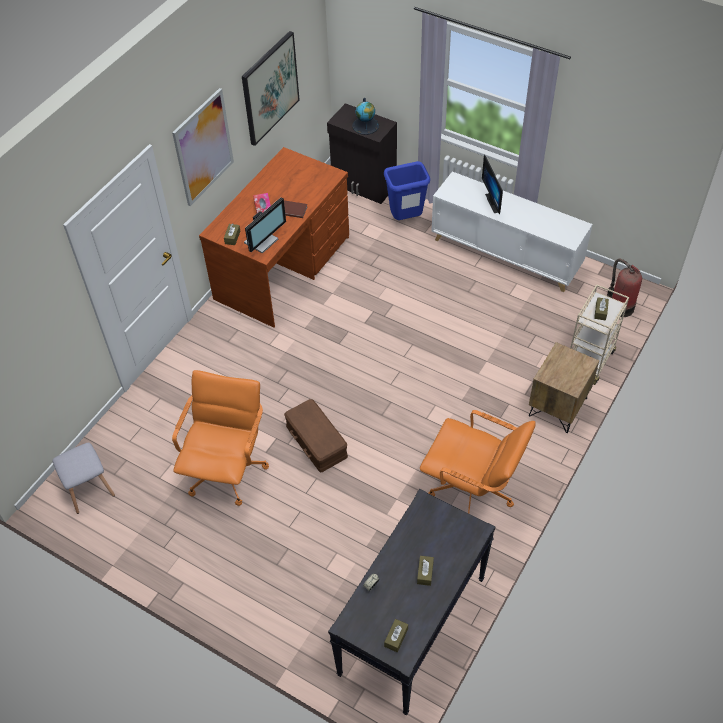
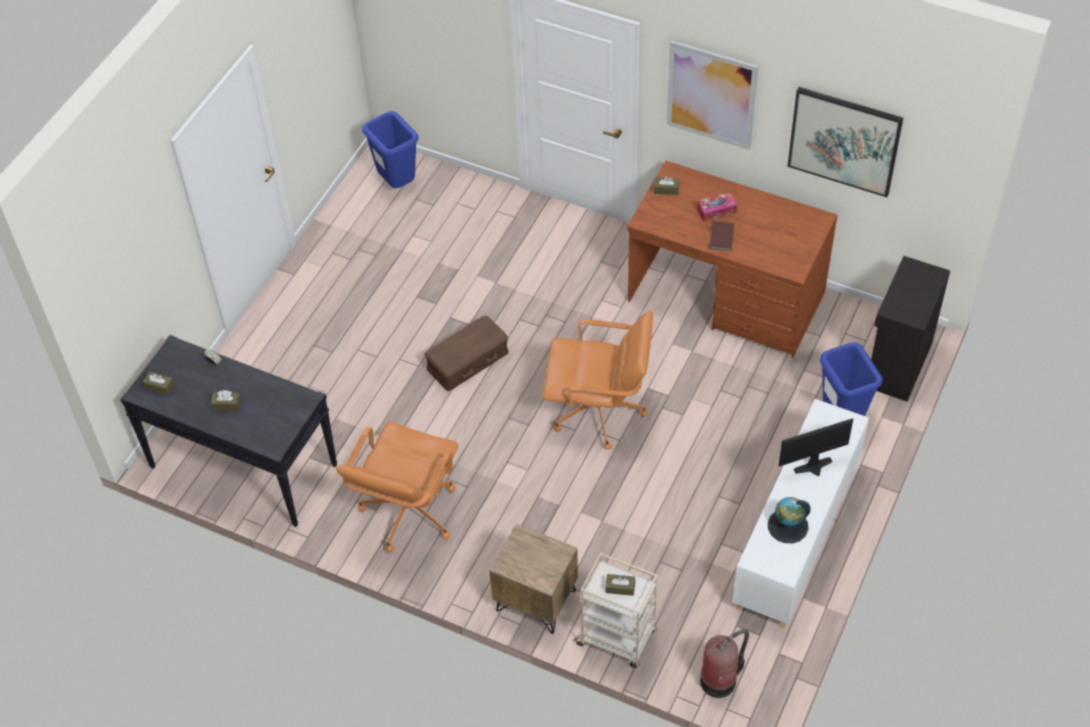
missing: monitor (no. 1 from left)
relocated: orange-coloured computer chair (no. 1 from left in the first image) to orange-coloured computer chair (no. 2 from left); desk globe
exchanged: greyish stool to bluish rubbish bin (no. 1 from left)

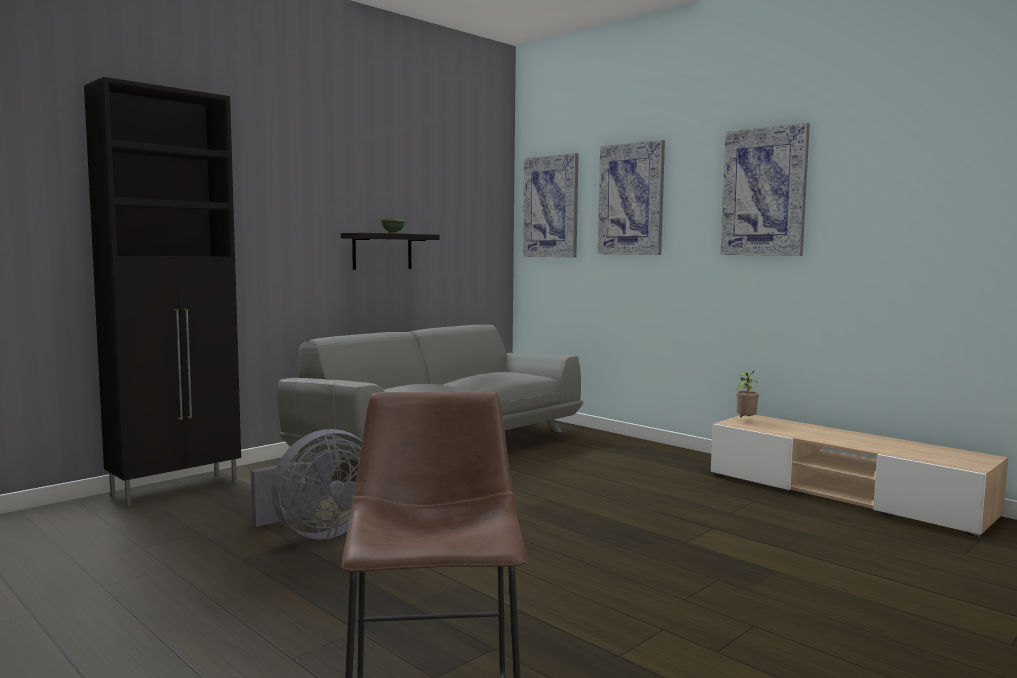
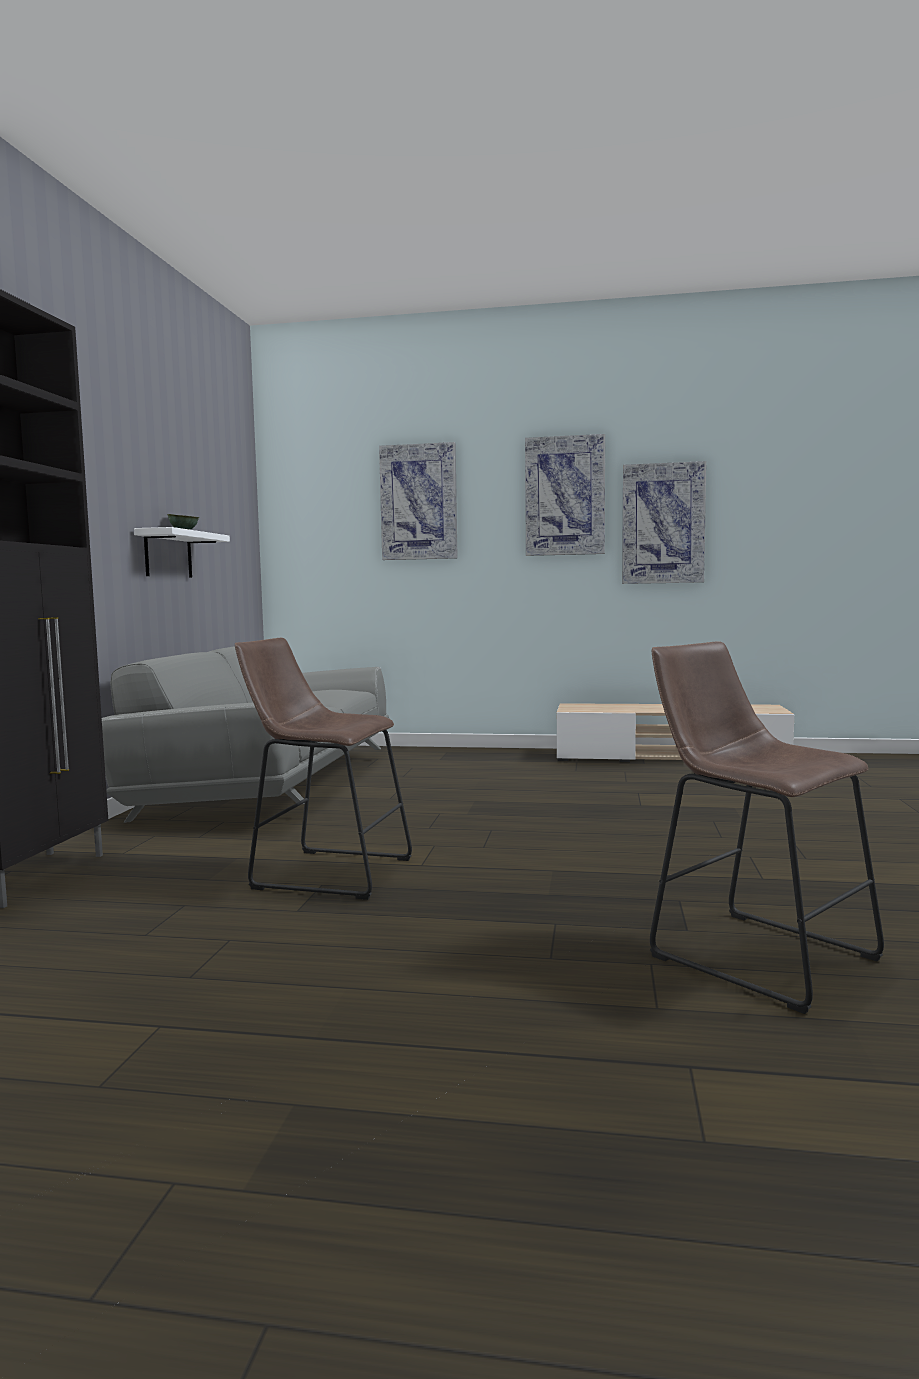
missing: potted plant
relocated: wall picture (no. 1 from left in the first image) to wall picture (no. 3 from left)
exchanged: greyish cooling fan to brown stool (no. 1 from left)
colour: black-coloured wall shelf to white-coloured wall shelf

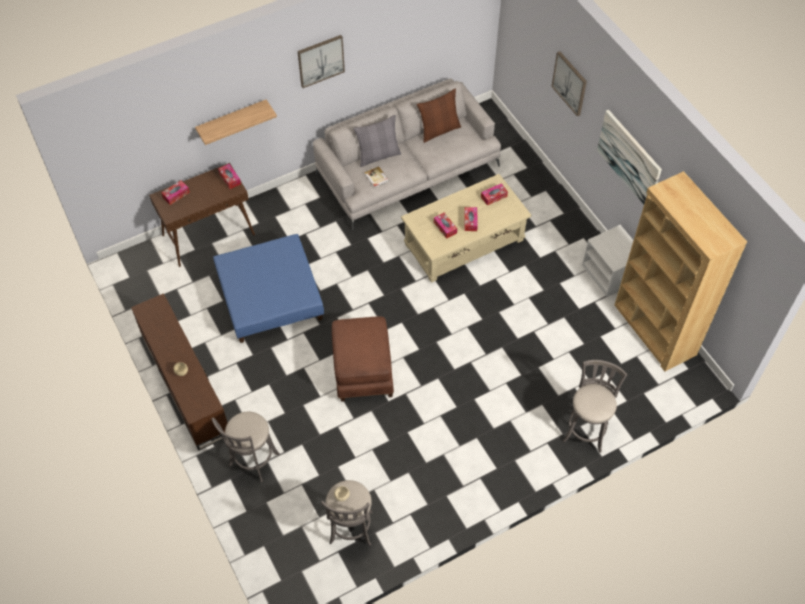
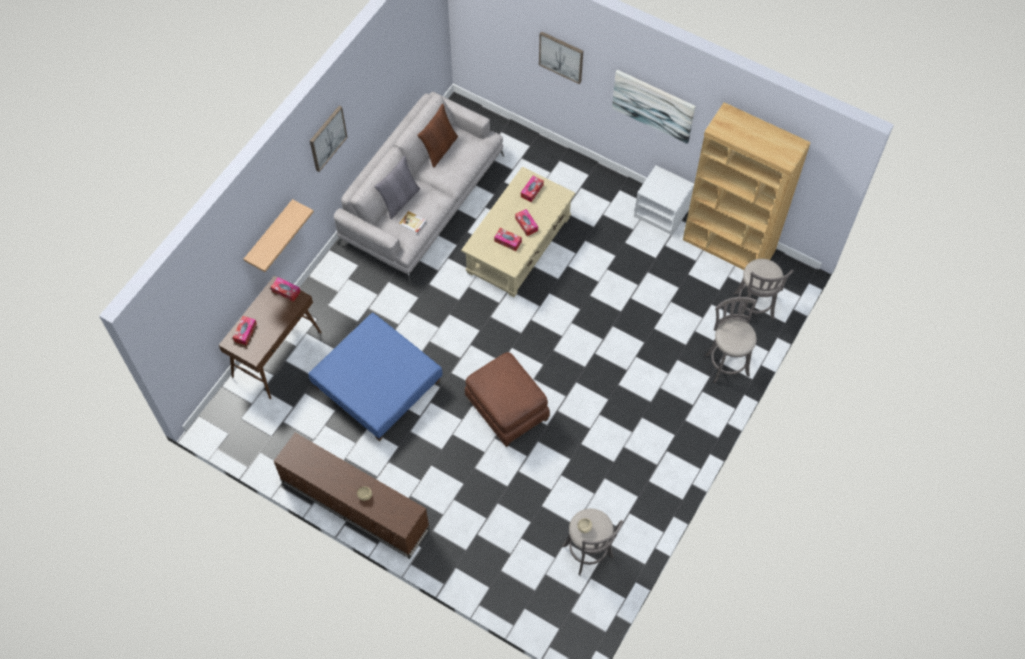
relocated: greyish stool (no. 1 from left in the first image) to greyish stool (no. 3 from left)

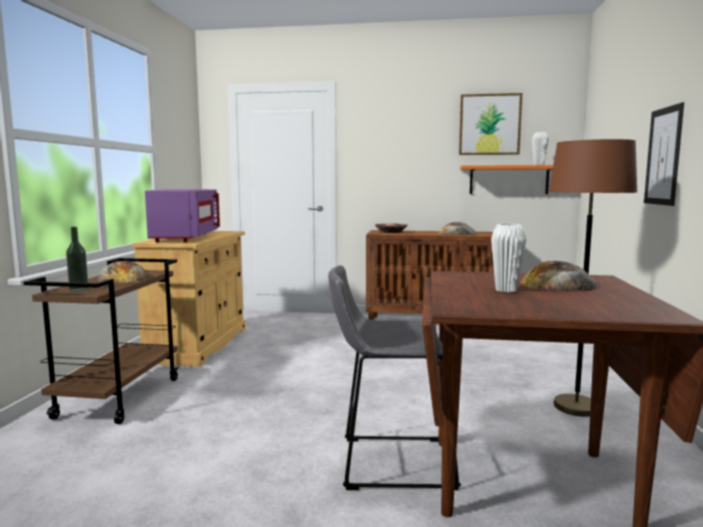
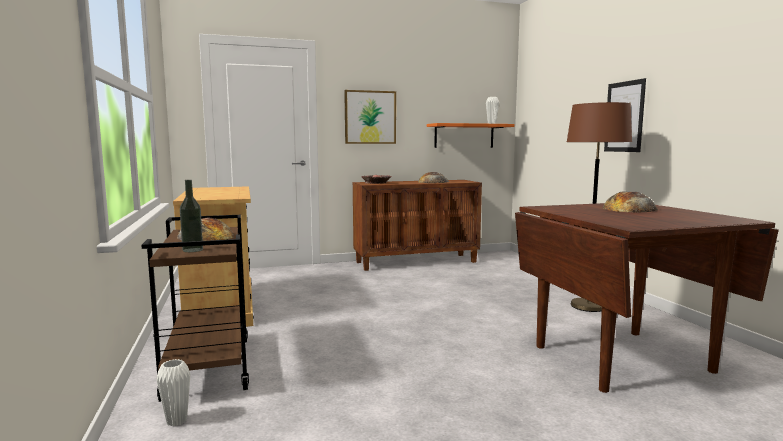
missing: purplish kitchen microwave; greyish stool
relocated: wall picture (no. 1 from left); white-coloured vase (no. 1 from left)

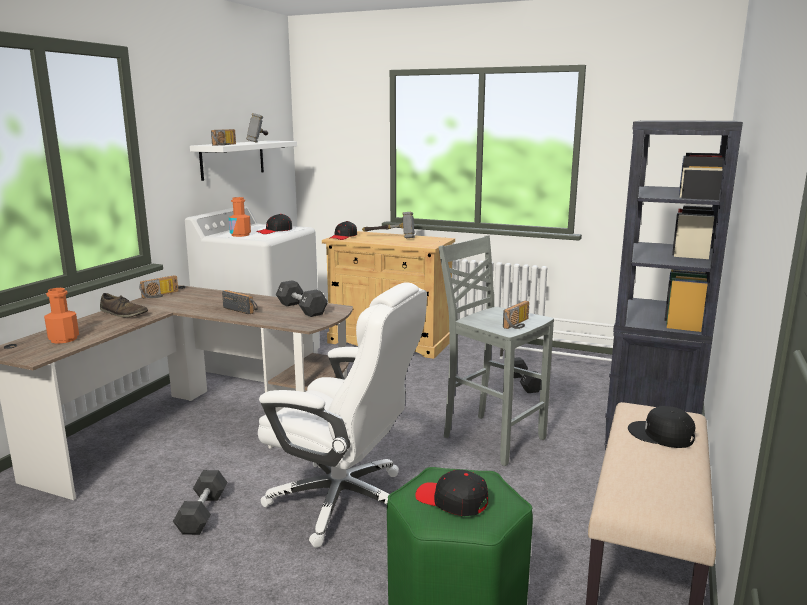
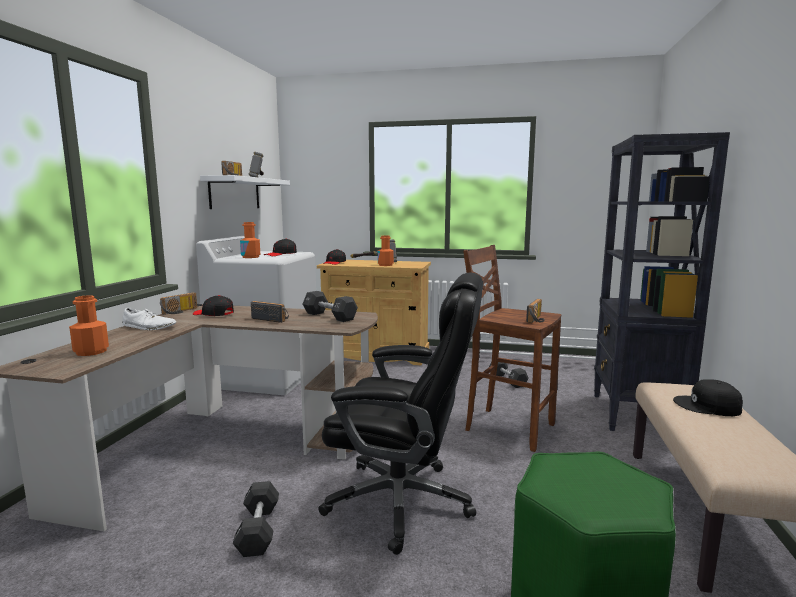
appeared: orange-coloured drink bottle (no. 3 from left)
relocated: black-coloured cap (no. 3 from left in the first image) to black-coloured cap (no. 1 from left)
colour: brown shoe to white-coloured shoe; white-coloured computer chair to black-coloured computer chair; greyish stool to brown stool

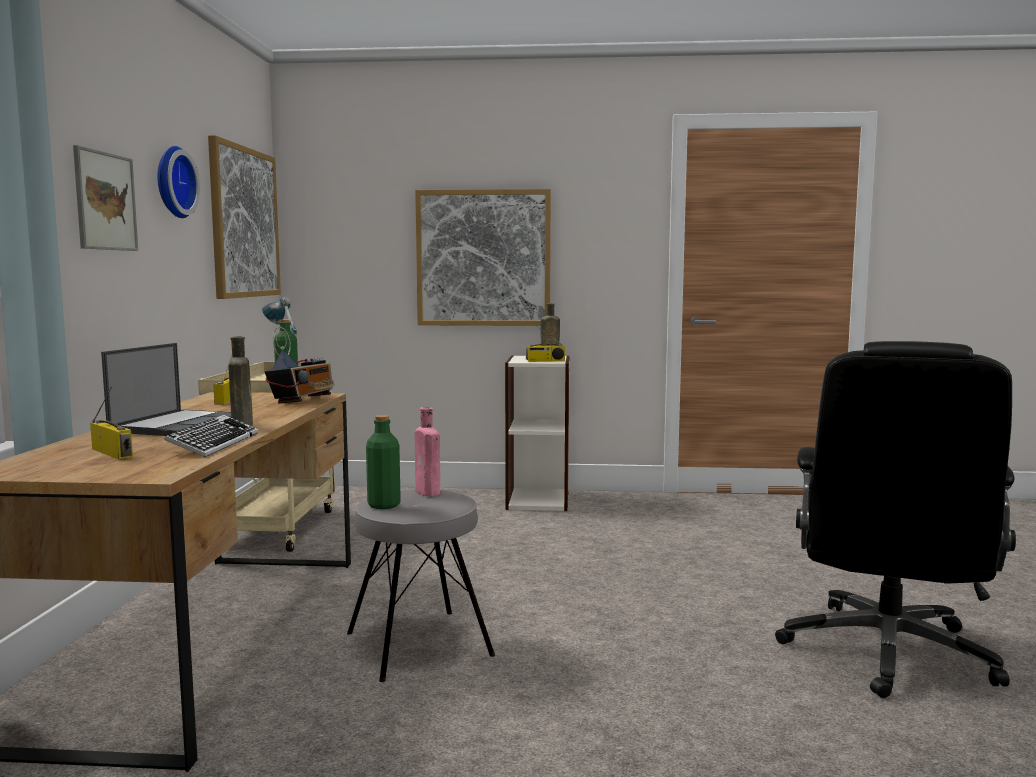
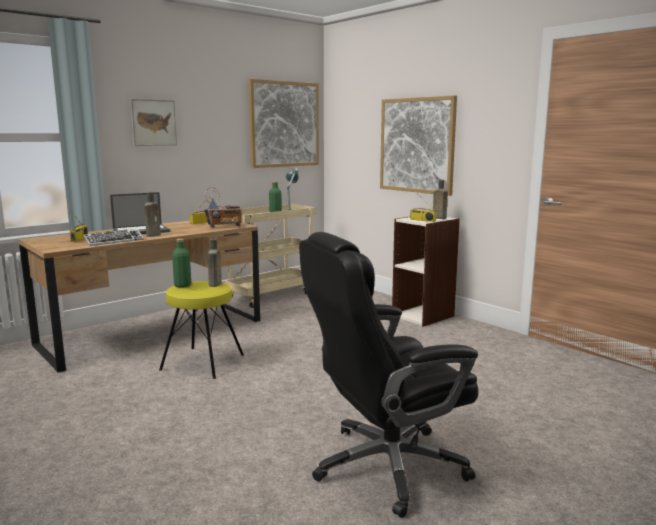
missing: hanging clock
colour: greyish stool to yellow-coloured stool; pink-coloured drink bottle to brown drink bottle (no. 2 from left)

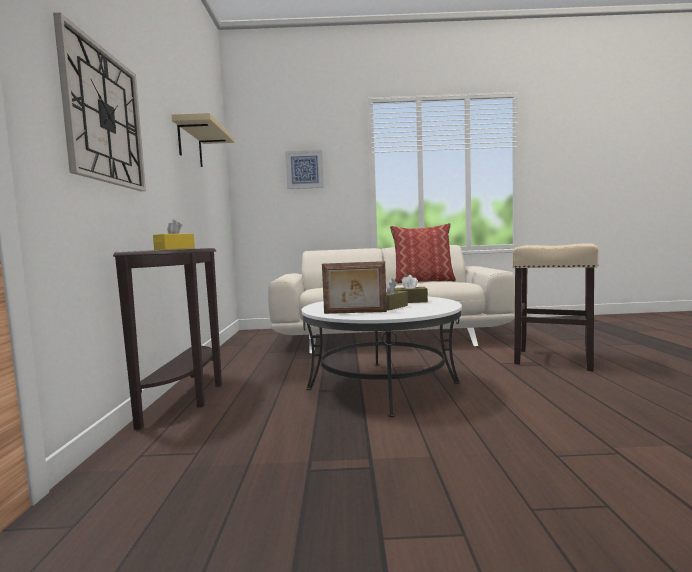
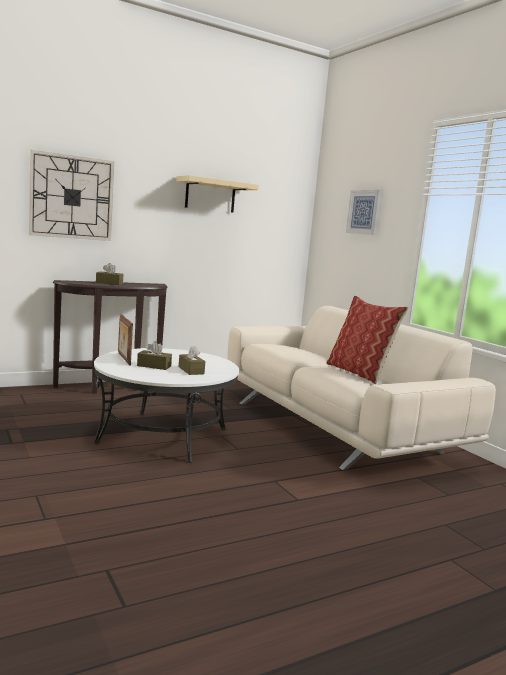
missing: sand-coloured stool
colour: yellow-coloured tissue holder to brown tissue holder (no. 1 from left)

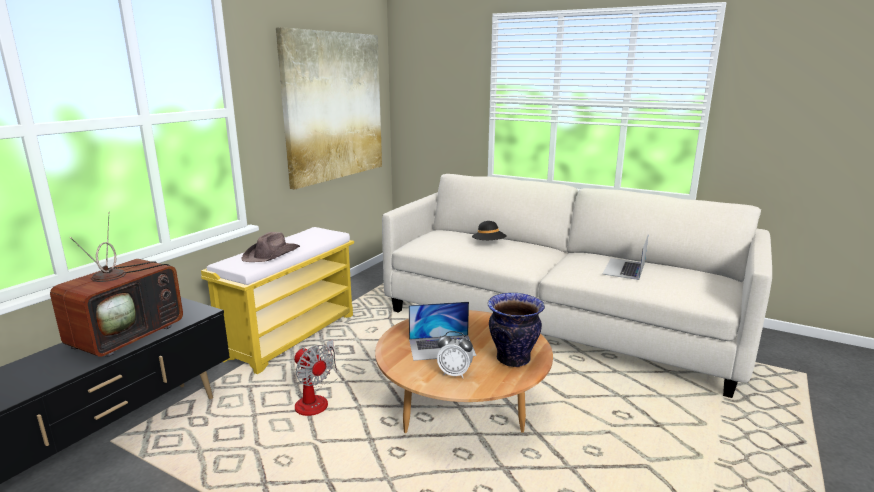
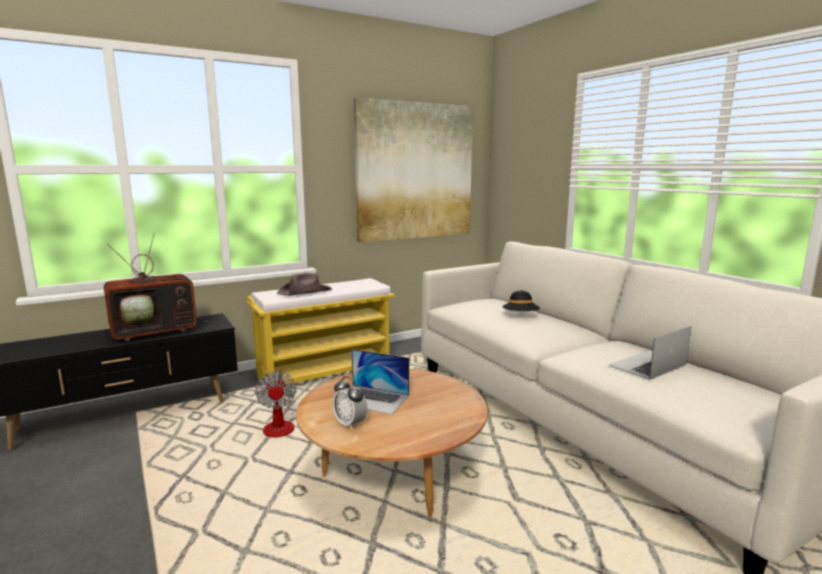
missing: vase

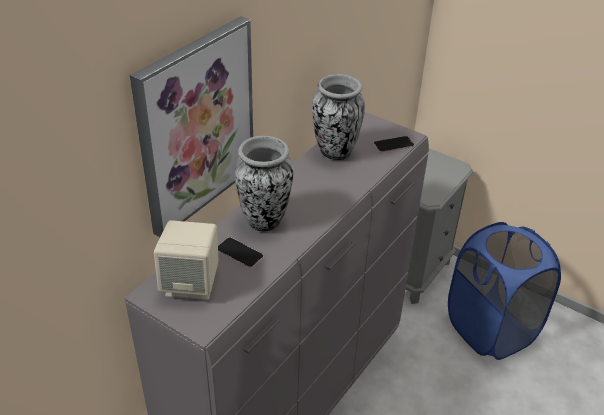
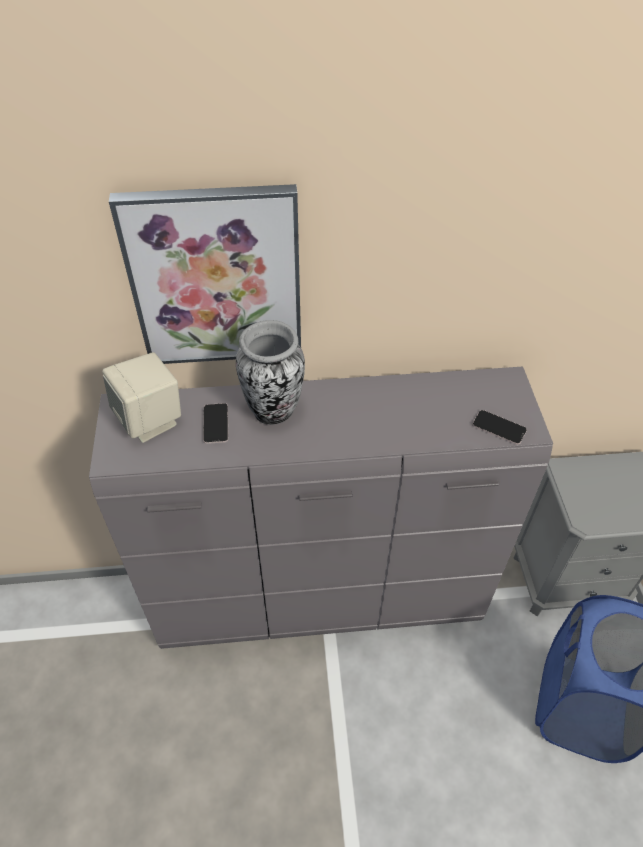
missing: vase (no. 2 from left)

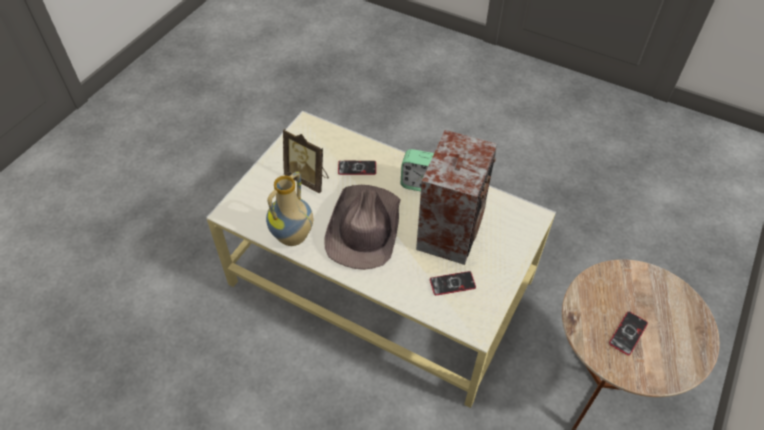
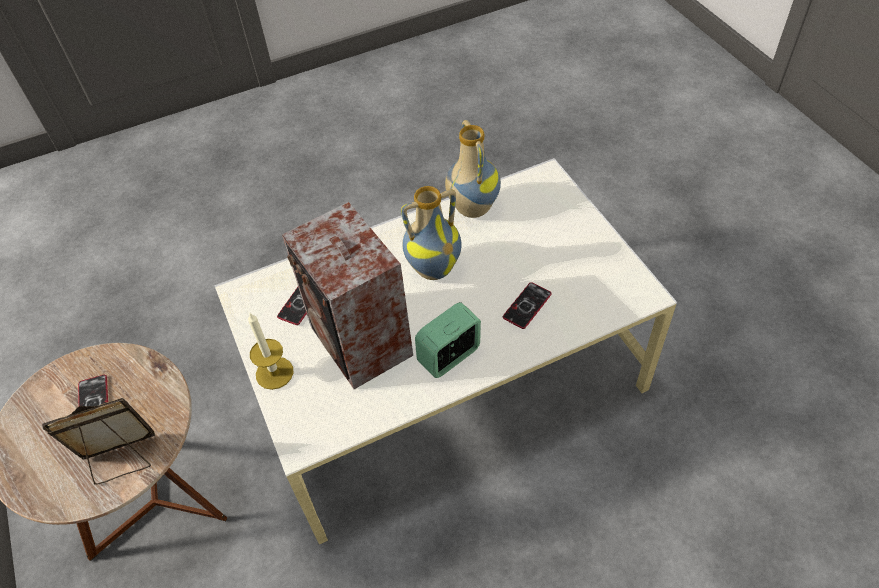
appeared: wax light
relocated: standing frame
exchanged: brown hat to vase (no. 1 from left)

